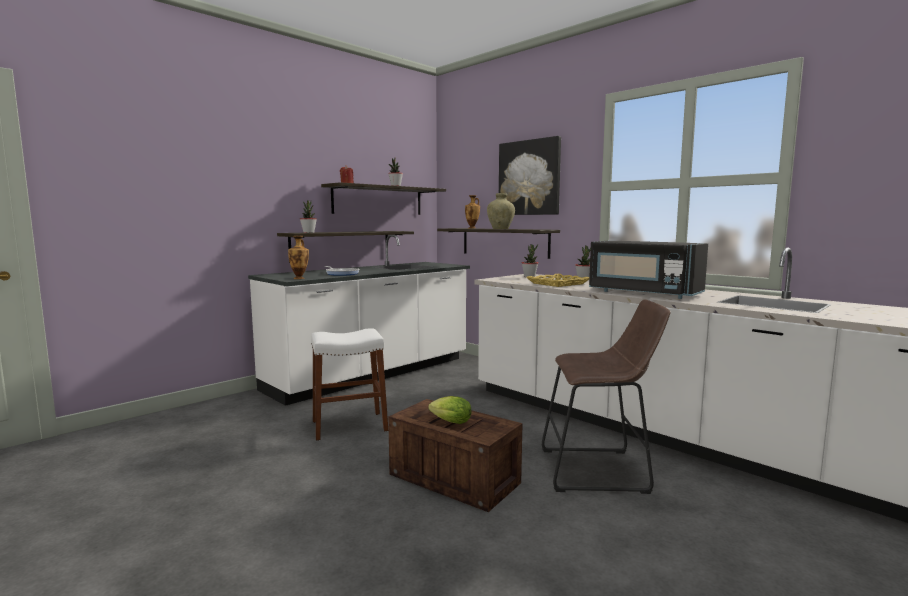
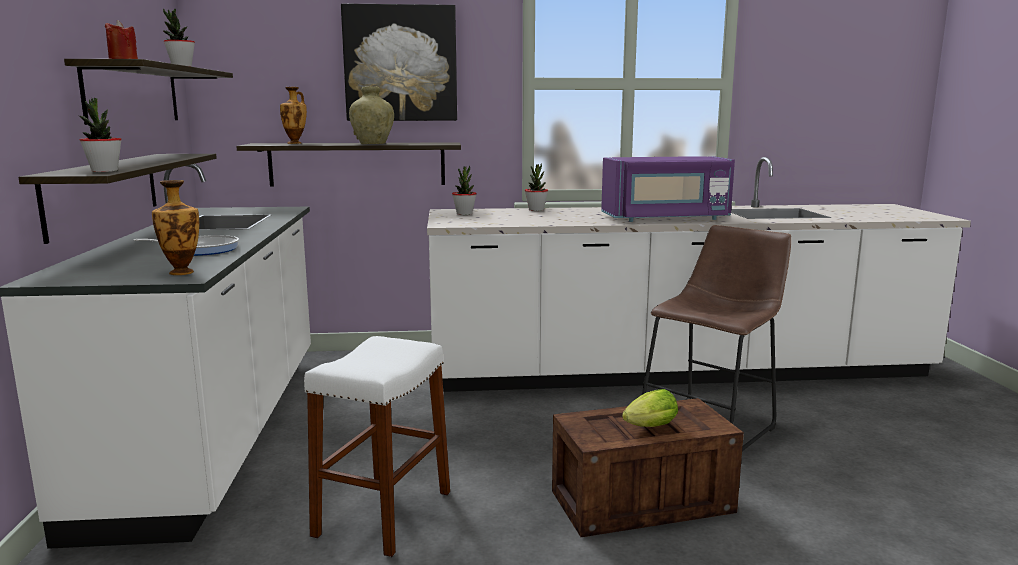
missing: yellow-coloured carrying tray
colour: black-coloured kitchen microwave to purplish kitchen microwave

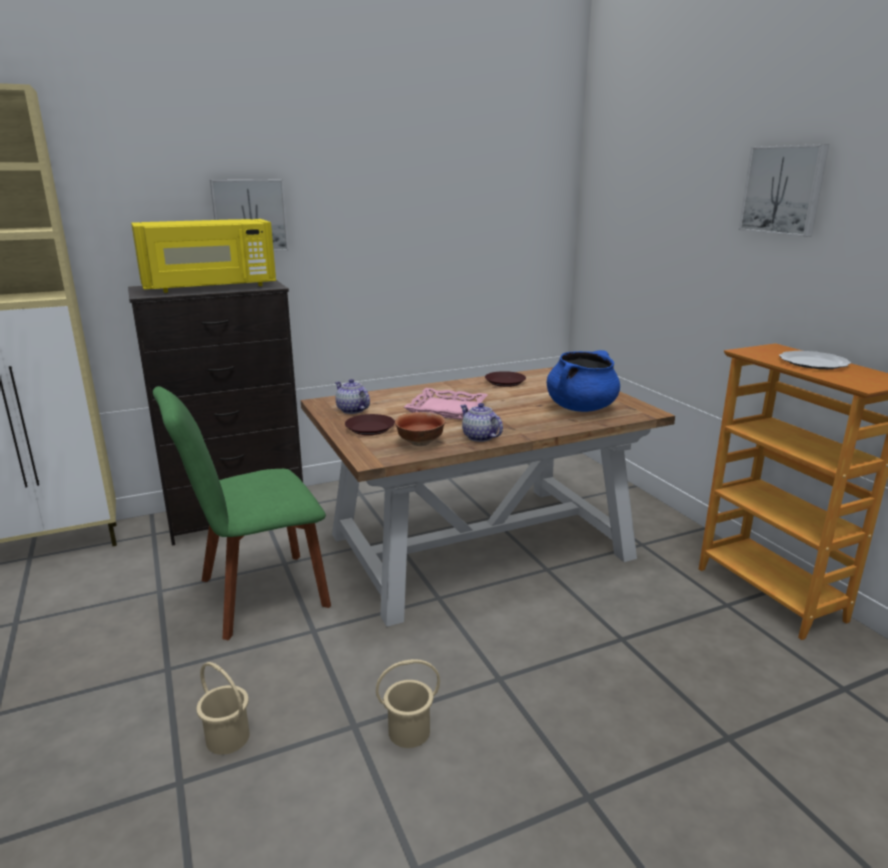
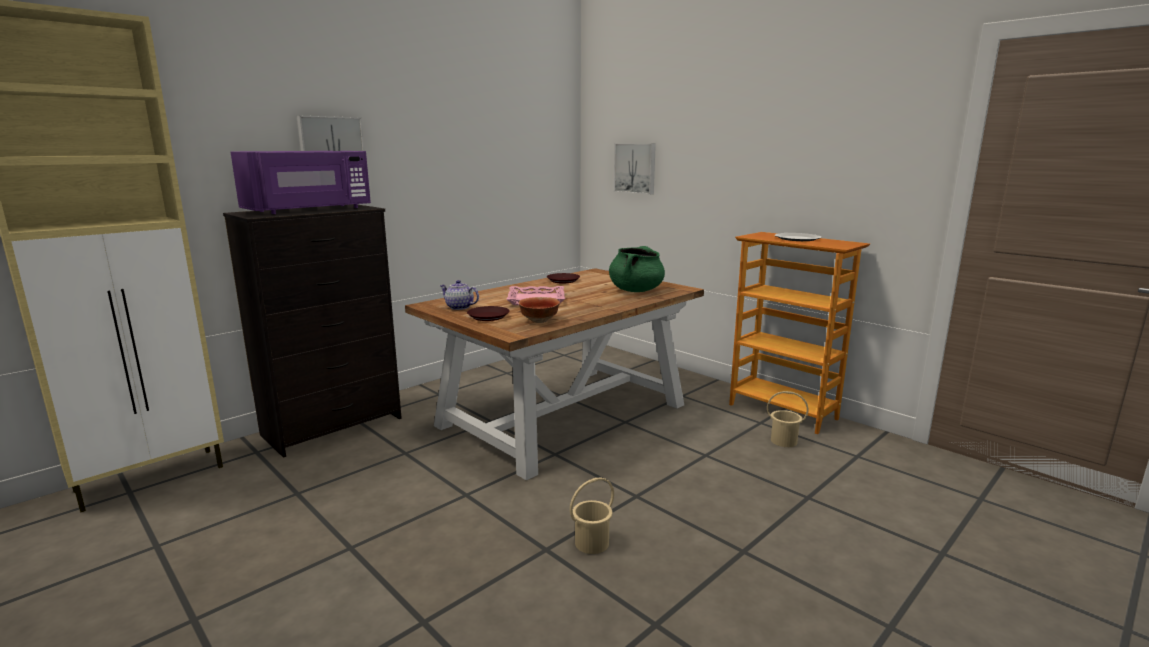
missing: green chair; teapot (no. 2 from left)
relocated: sand-coloured pail (no. 1 from left in the first image) to sand-coloured pail (no. 2 from left); wall picture (no. 2 from left)
colour: yellow-coloured kitchen microwave to purplish kitchen microwave; bluish stockpot to green stockpot

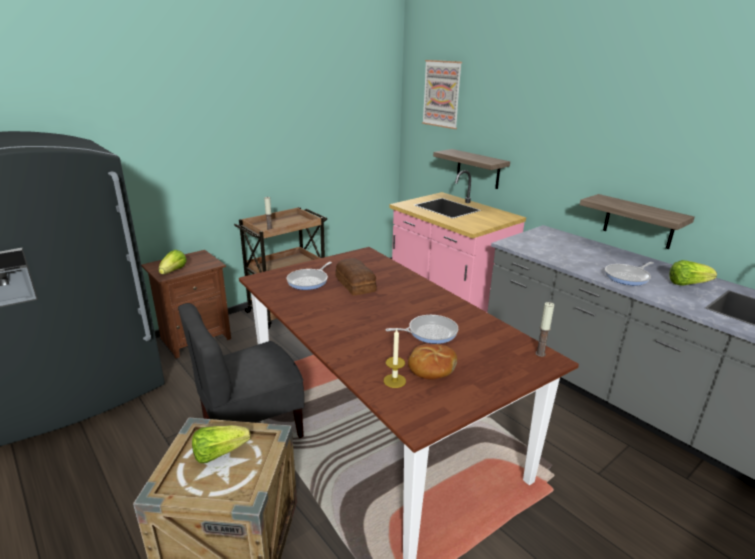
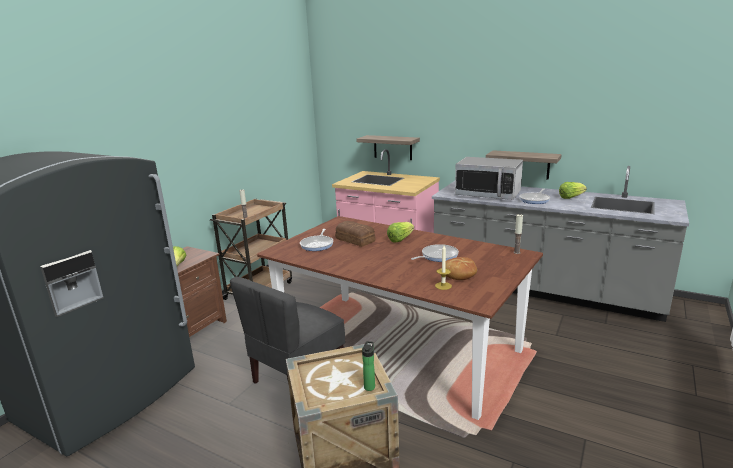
missing: wall picture
appeared: drink bottle; kitchen microwave
relocated: lettuce (no. 2 from left)

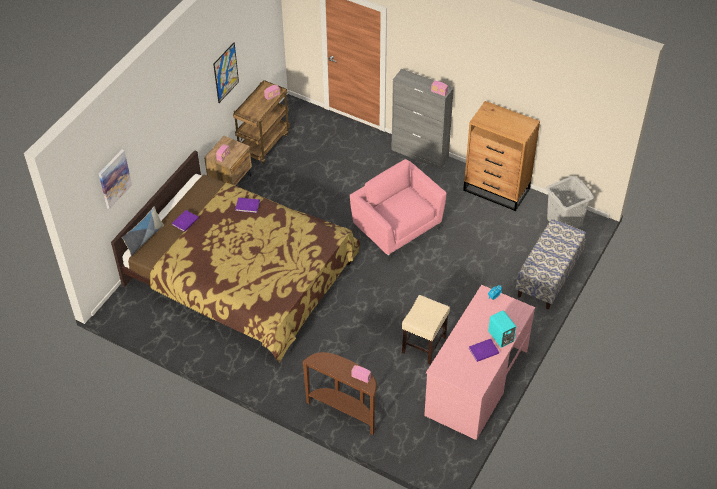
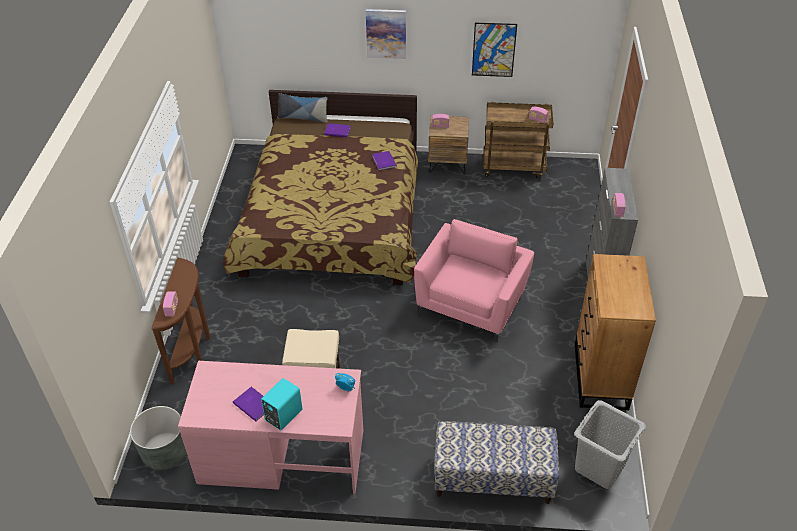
appeared: greyish plant pot
relocated: wall picture (no. 1 from left)

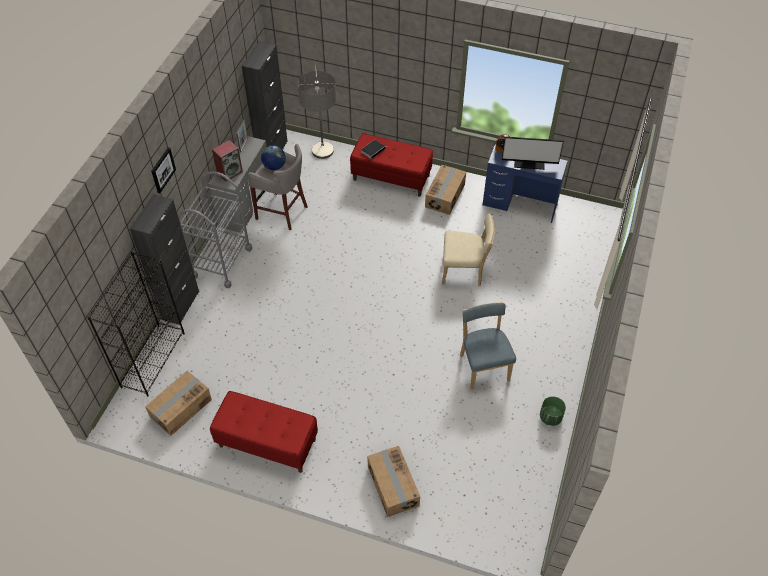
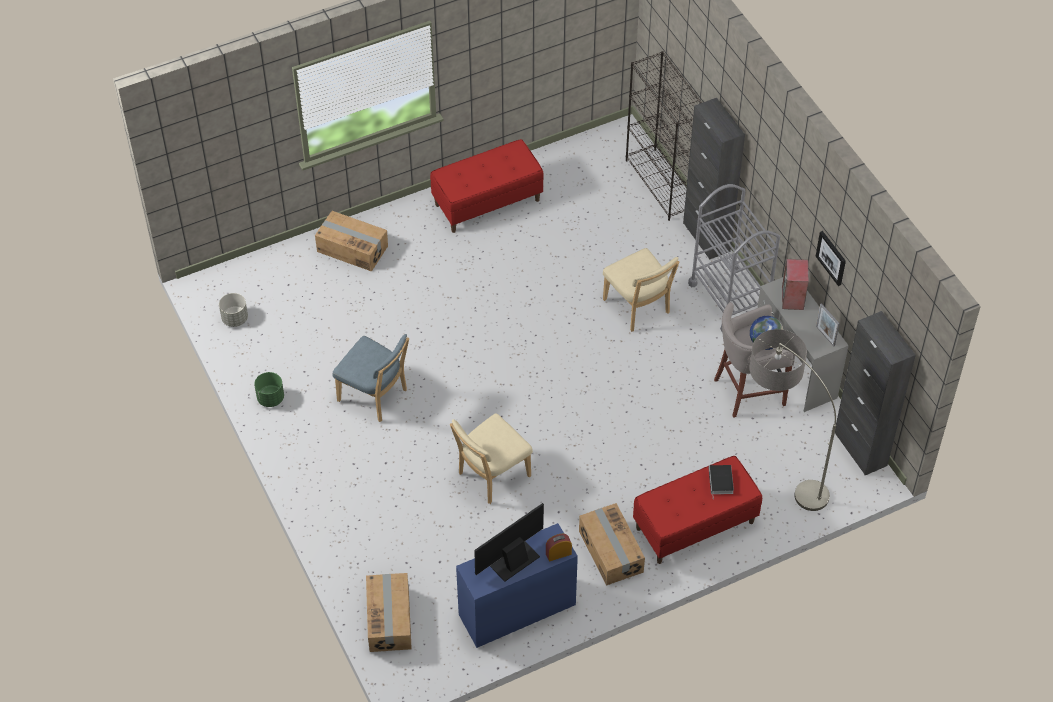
appeared: greyish plant pot; sand-coloured chair (no. 2 from left)
relocated: packing box (no. 1 from left in the first image) to packing box (no. 2 from left); wall picture

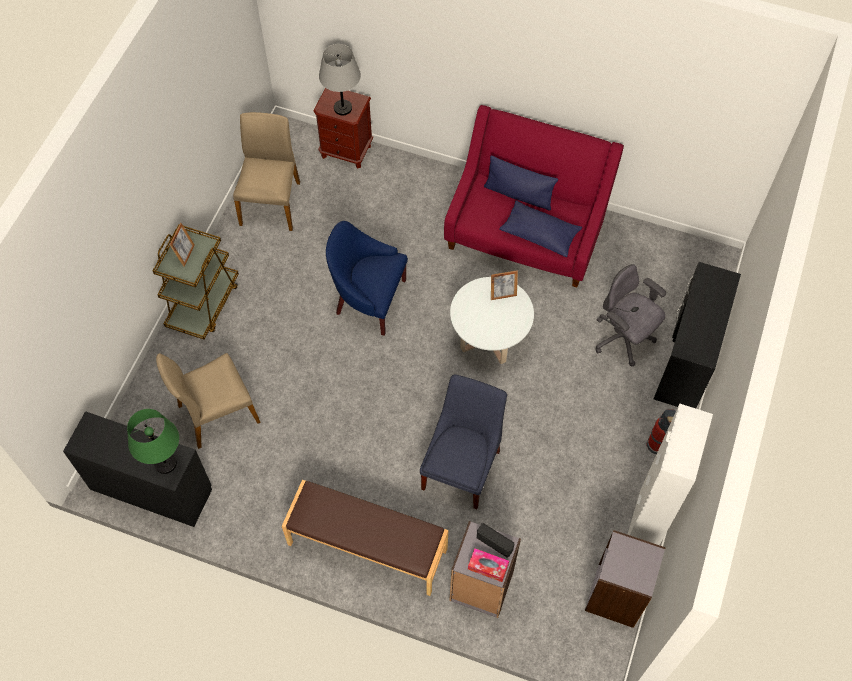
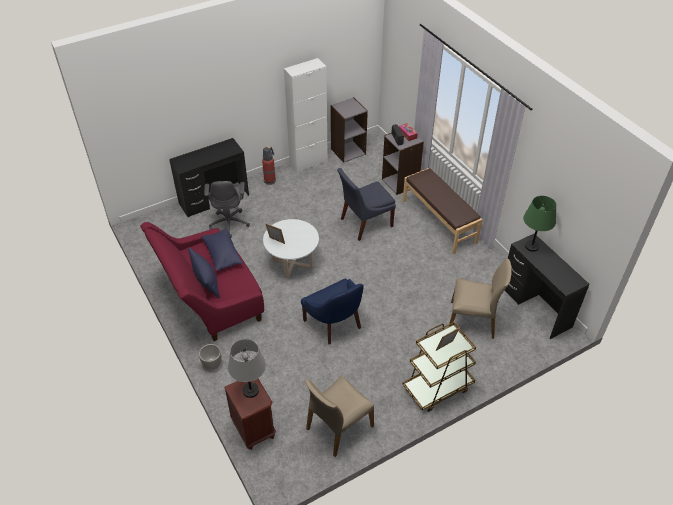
appeared: plant pot

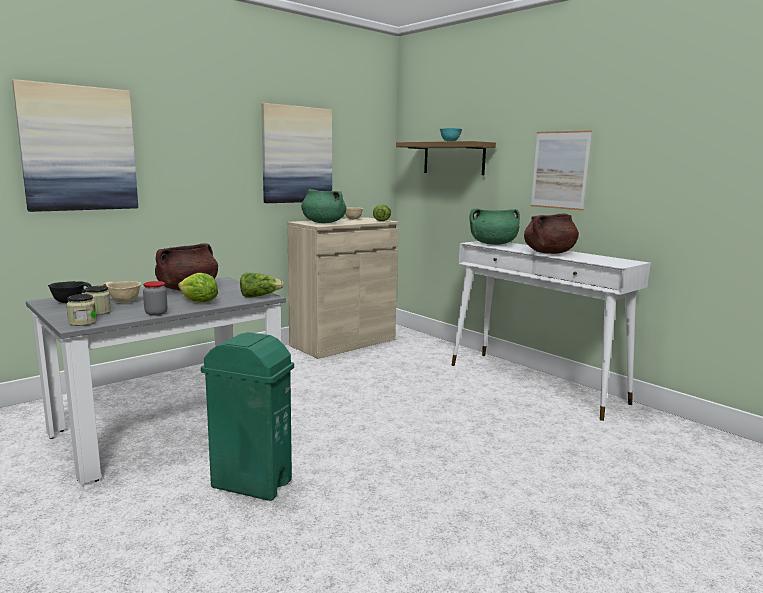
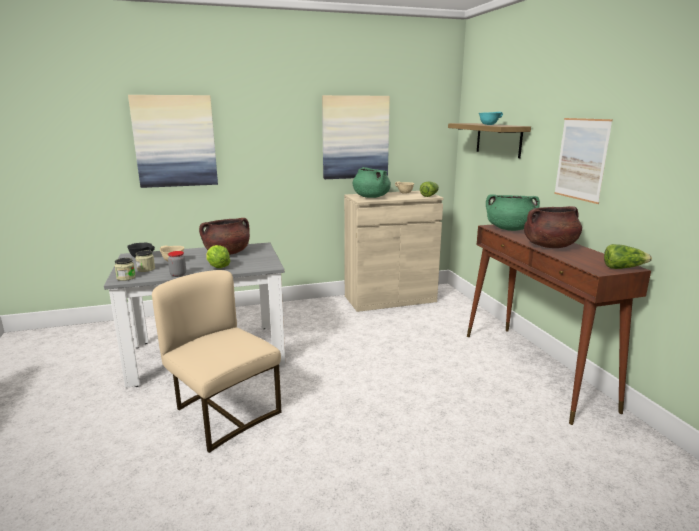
relocated: lettuce (no. 2 from left in the first image) to lettuce (no. 3 from left)
exchanged: green rubbish bin to sand-coloured chair
colour: white-coloured console table to brown console table

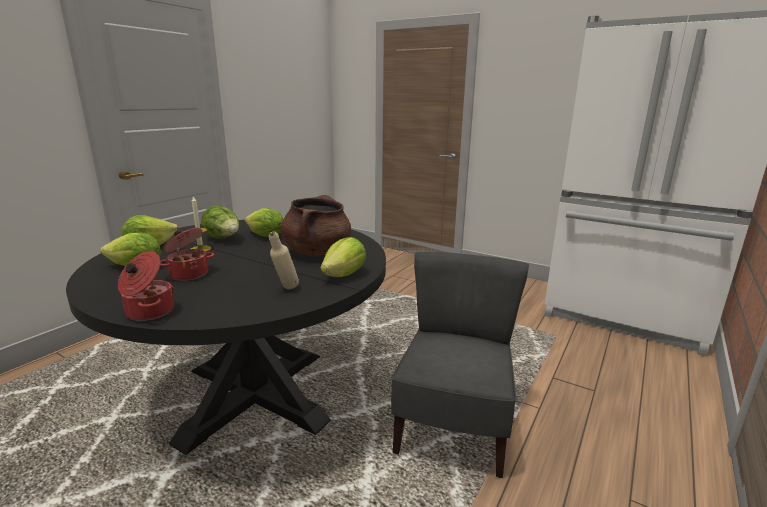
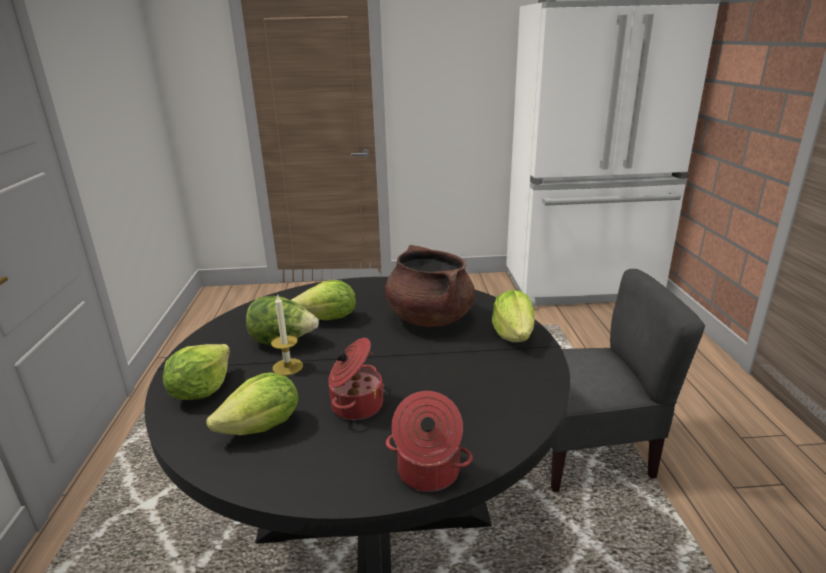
missing: sand-coloured drink bottle
spun: greyish chair 105 degrees clockwise

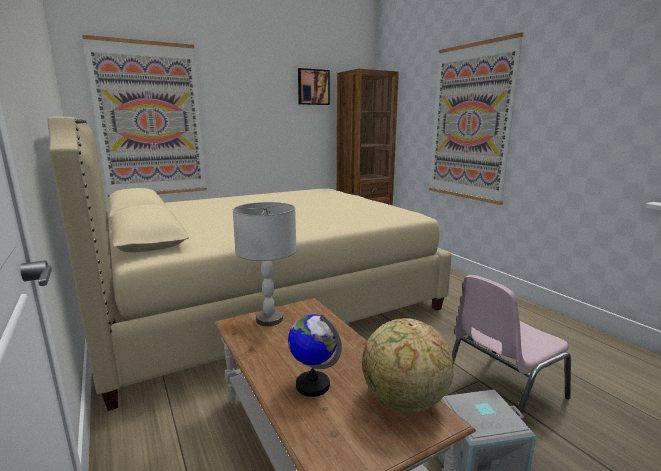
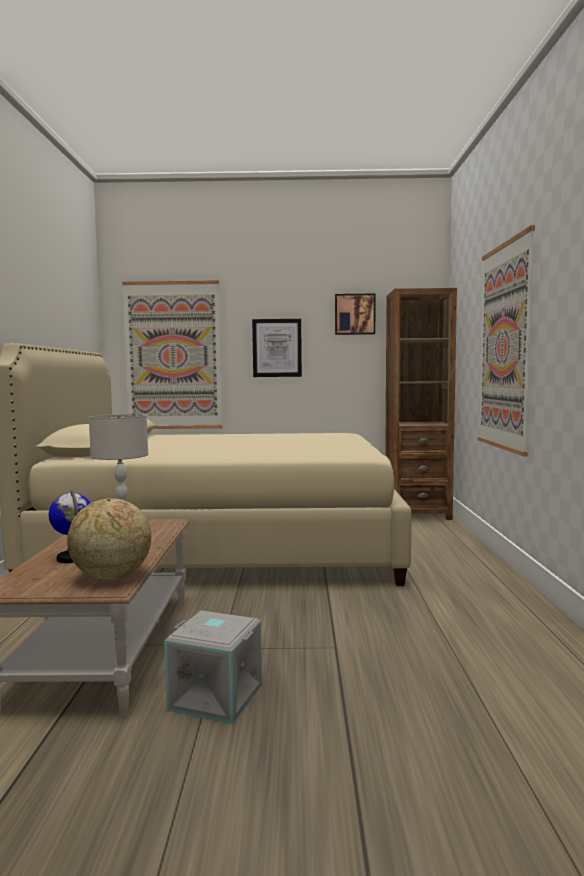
missing: pink-coloured chair
appeared: wall picture (no. 2 from left)

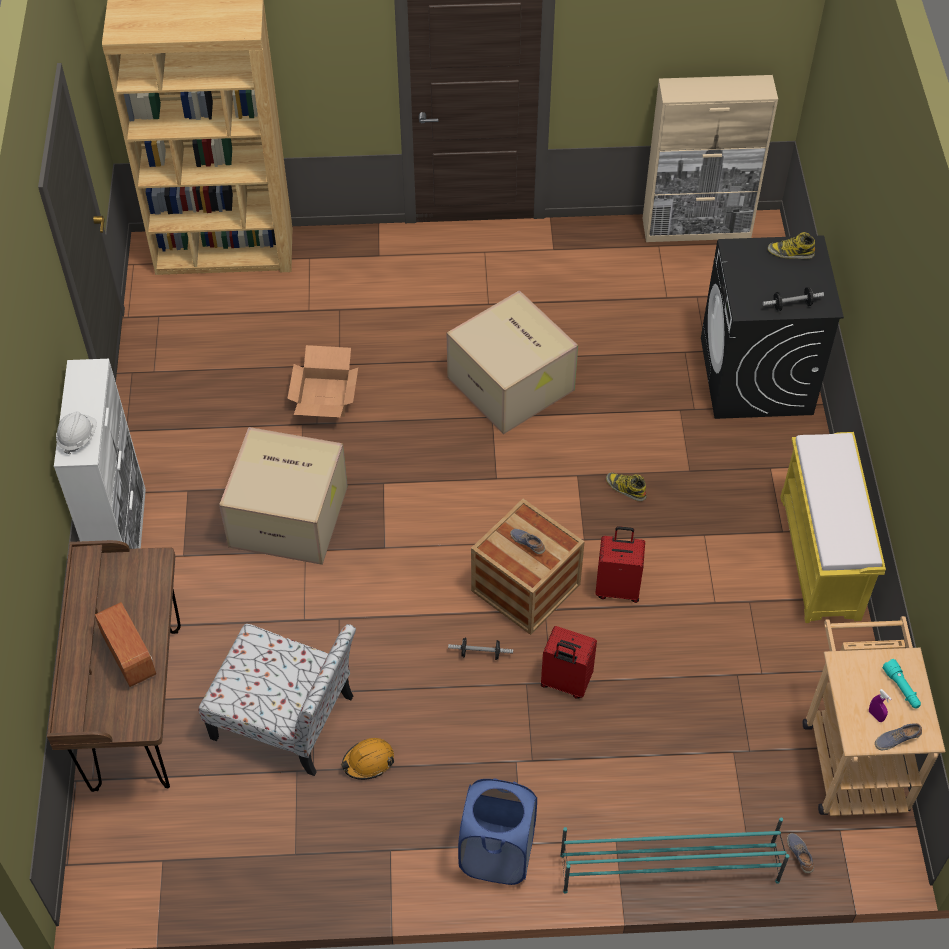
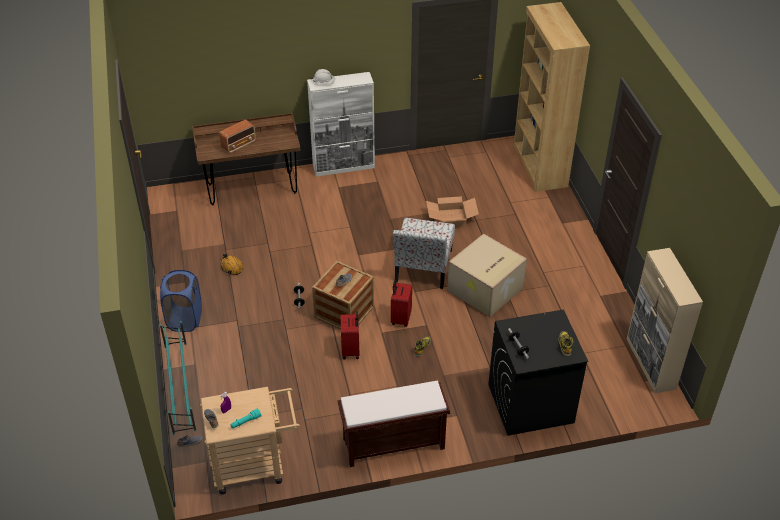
missing: packing box (no. 1 from left)
relocated: chair; reddish suitcase (no. 1 from left in the first image) to reddish suitcase (no. 2 from left)
colour: yellow-coloured long seat to brown long seat

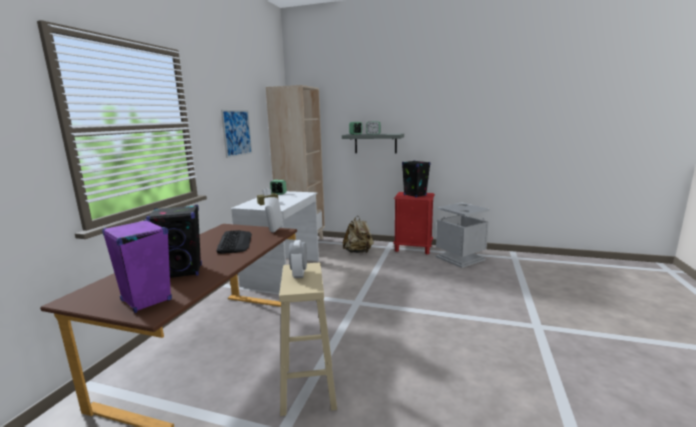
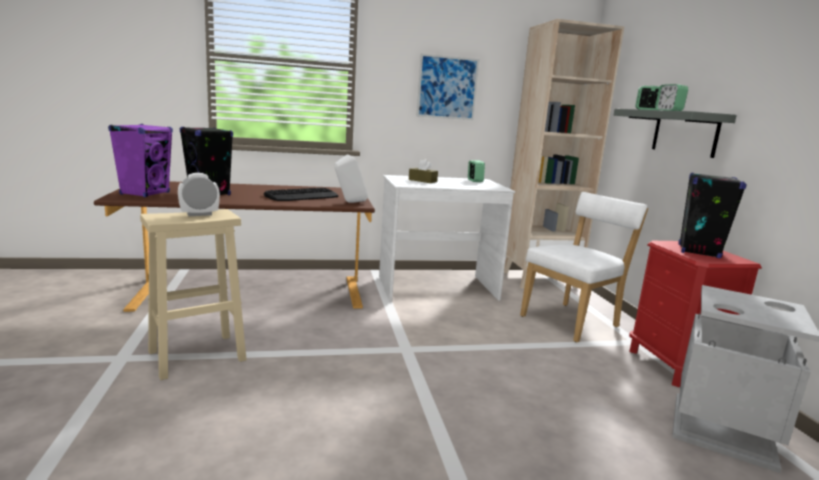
exchanged: sand-coloured rucksack to white-coloured chair

